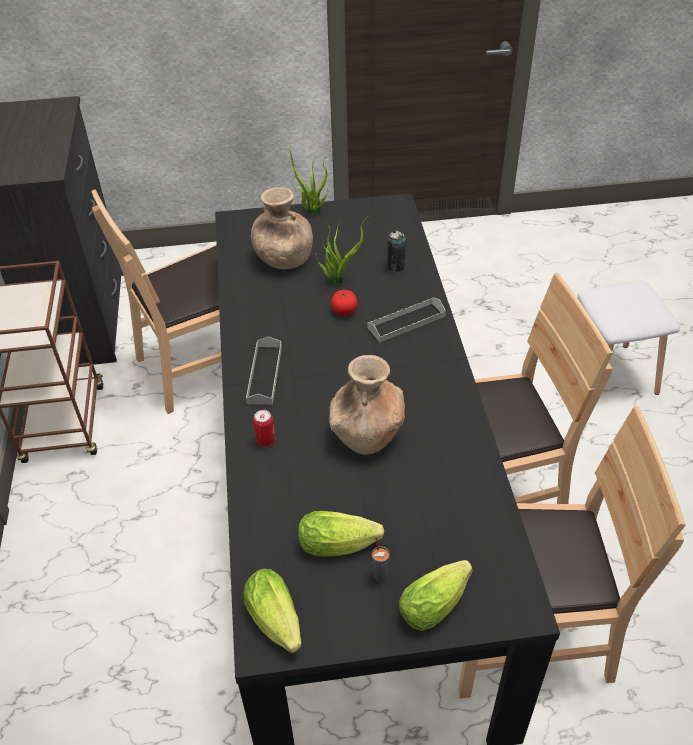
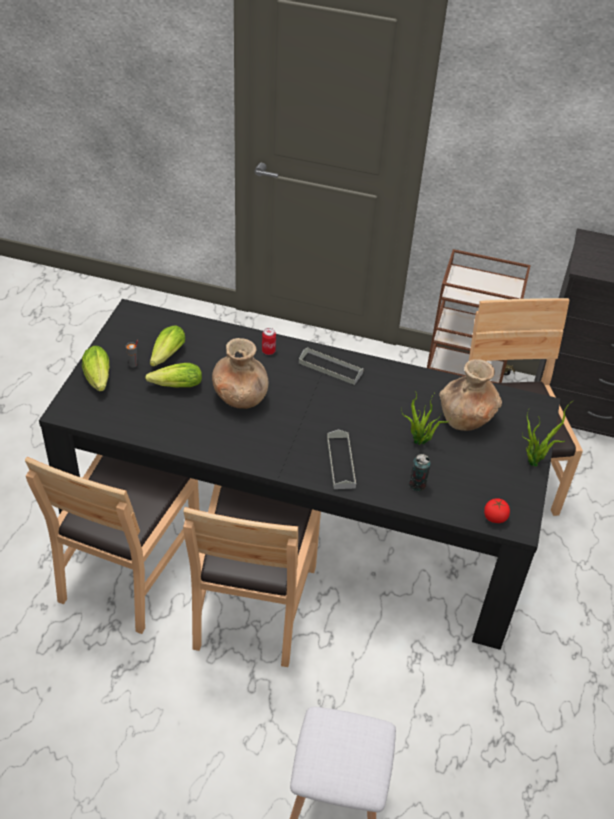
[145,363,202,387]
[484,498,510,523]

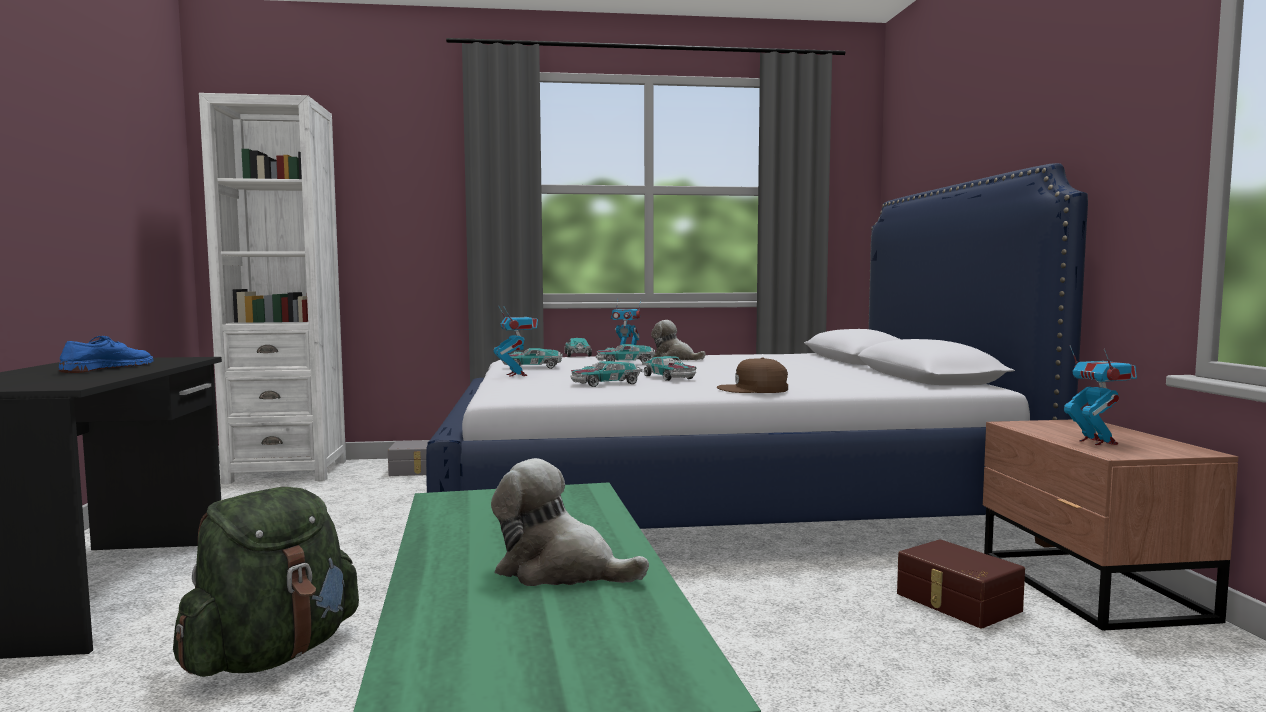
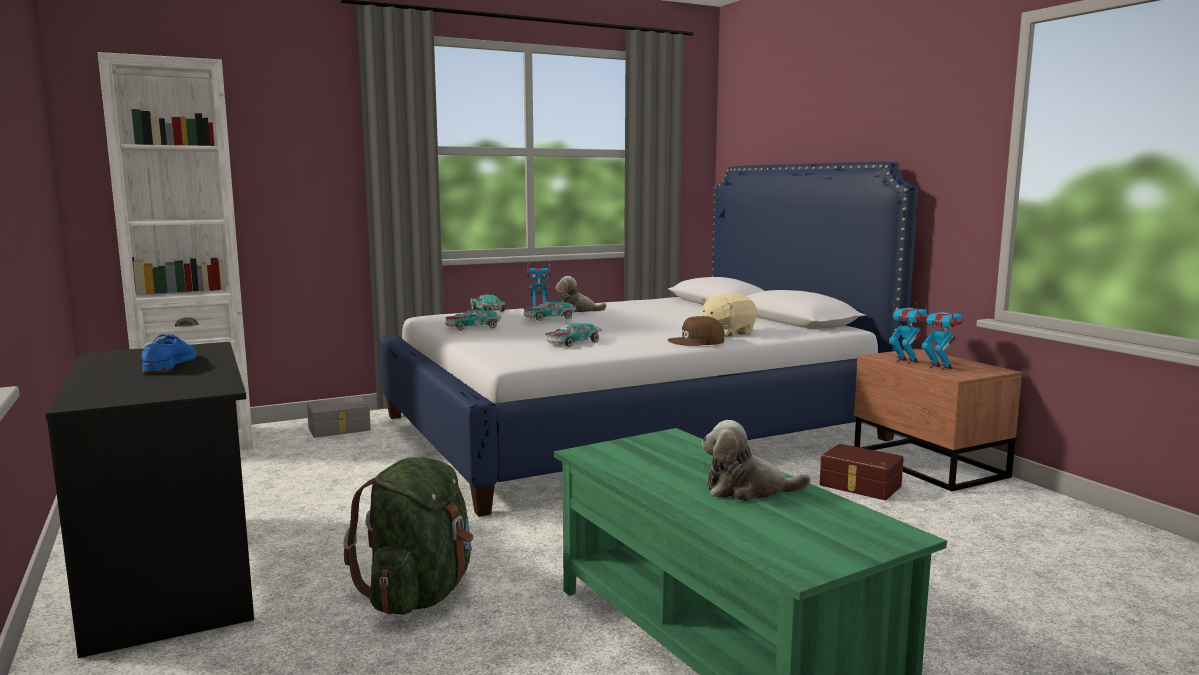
[889,300,927,364]
[642,356,696,381] (first image)
[702,293,757,337]

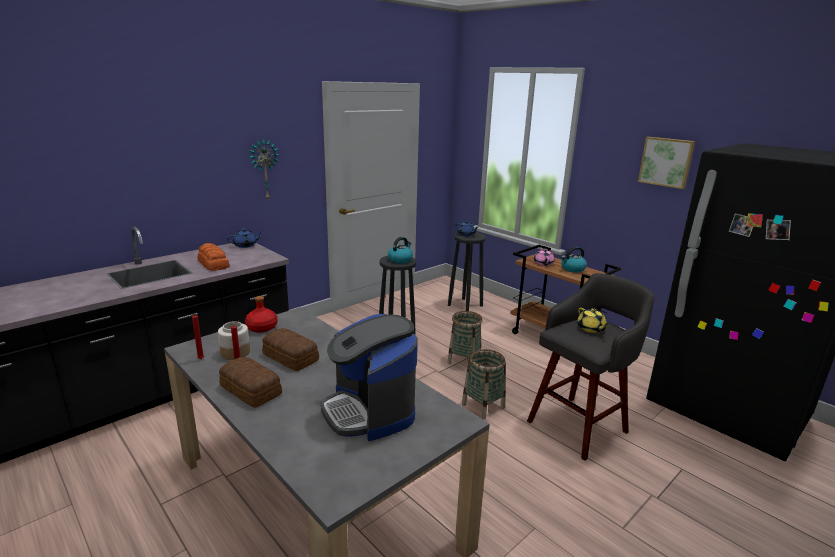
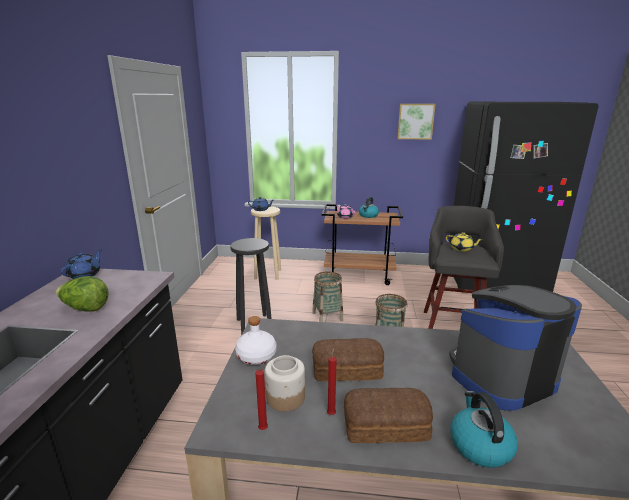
[56,276,109,312]
[235,316,277,365]
[248,139,279,199] (first image)
[449,285,582,411]
[450,391,518,468]
[251,206,281,280]

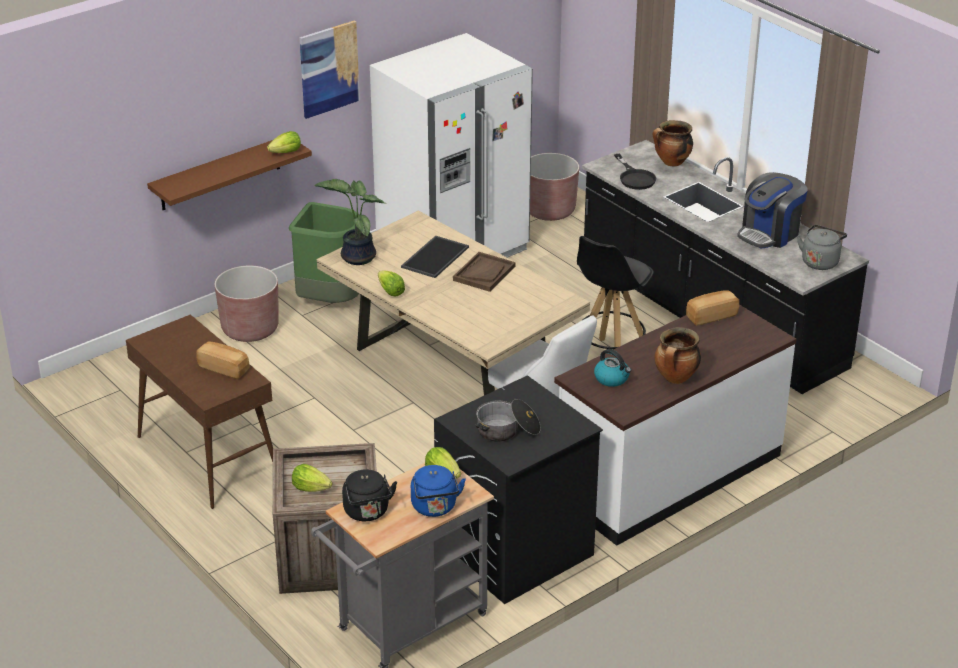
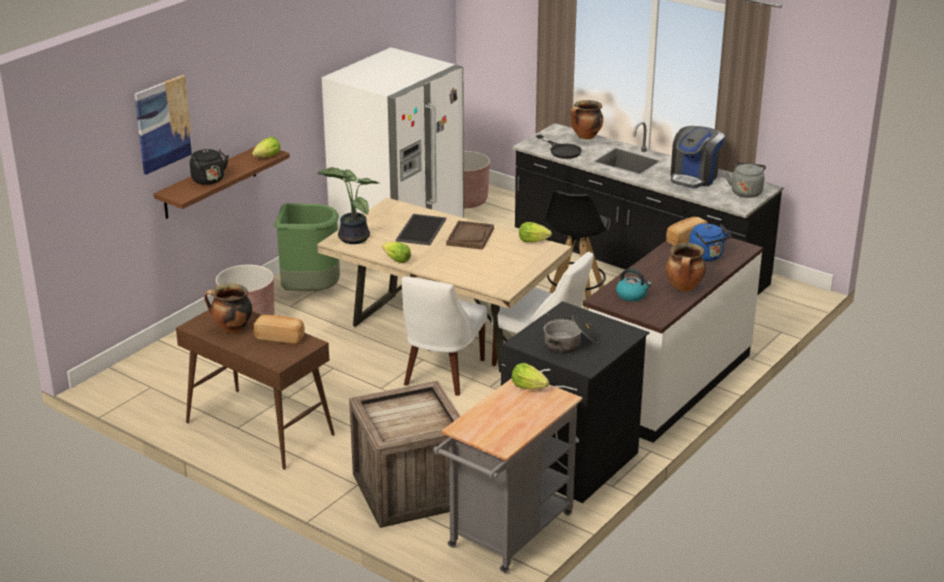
[519,222,552,243]
[134,75,193,175]
[190,149,229,185]
[689,224,732,261]
[204,283,252,333]
[402,276,487,396]

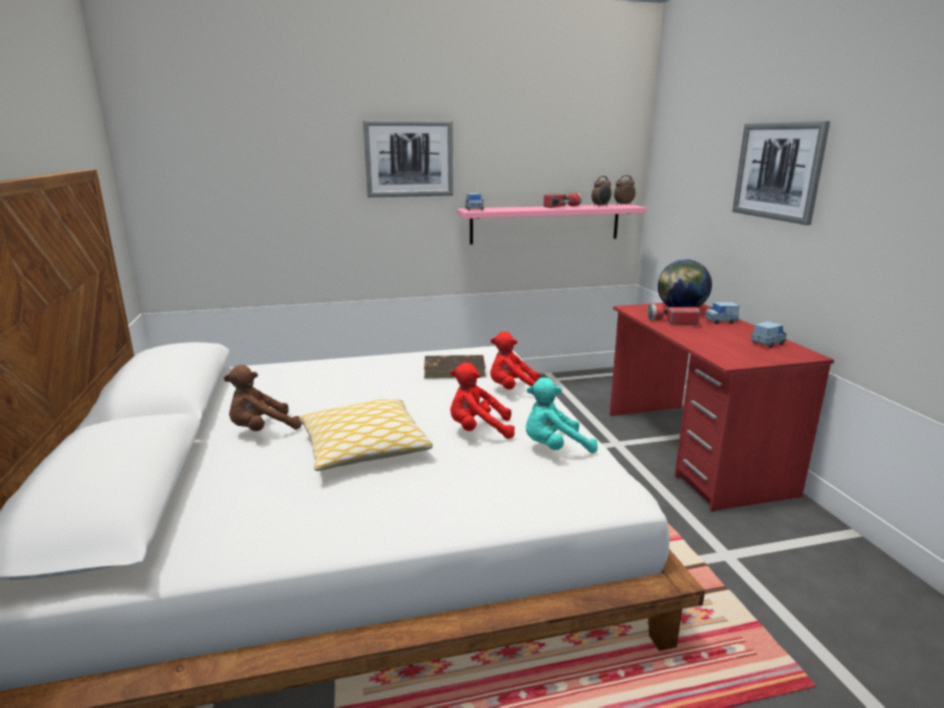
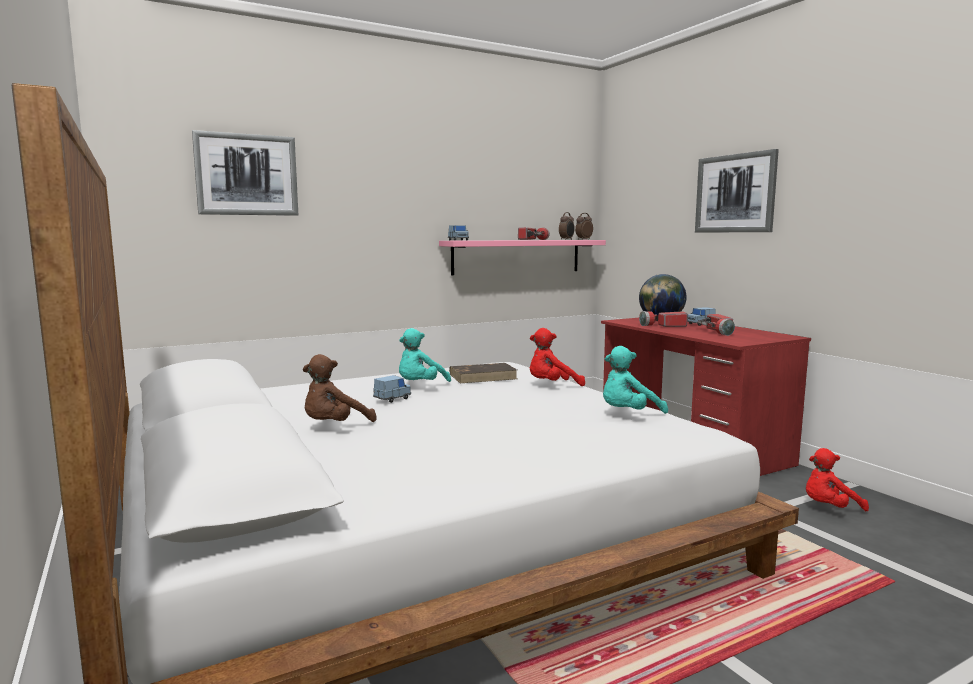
[299,399,433,471] (first image)
[192,130,298,216]
[806,448,869,511]
[373,375,411,403]
[399,328,451,382]
[698,314,735,336]

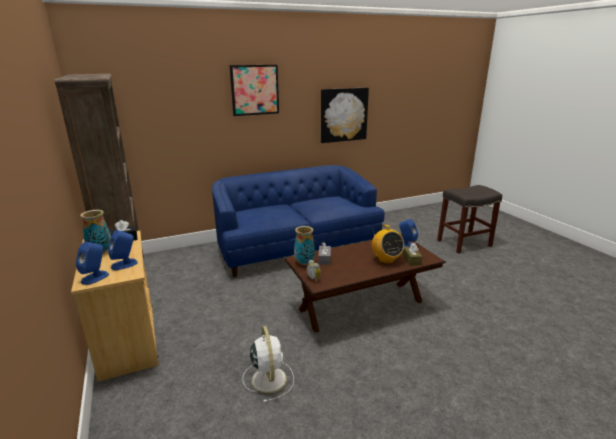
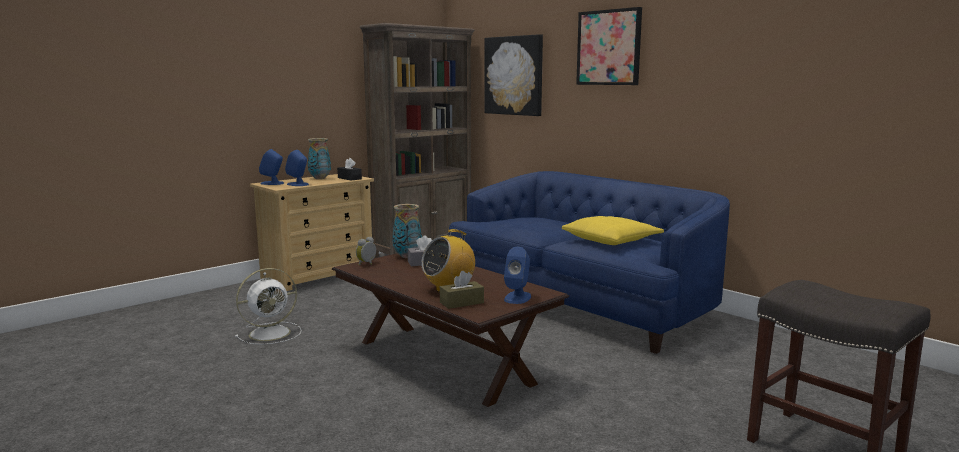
[484,34,543,116]
[562,216,664,245]

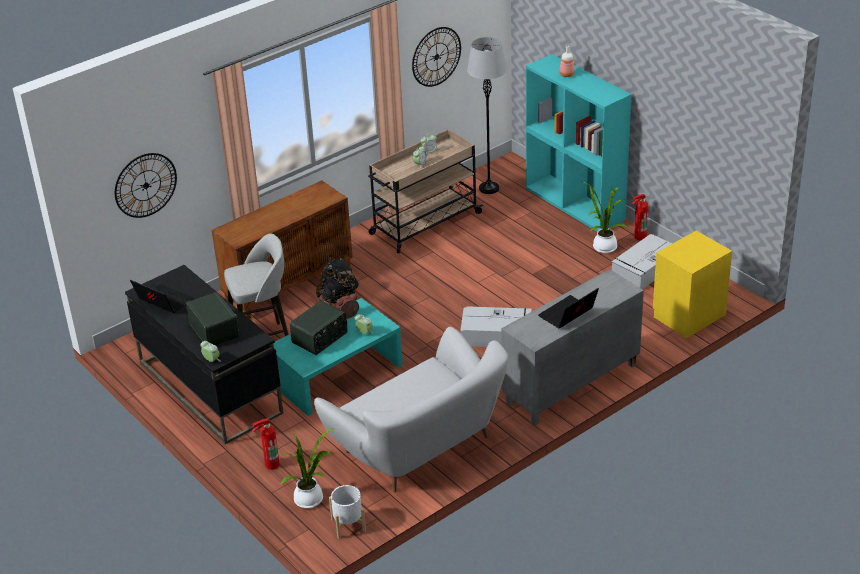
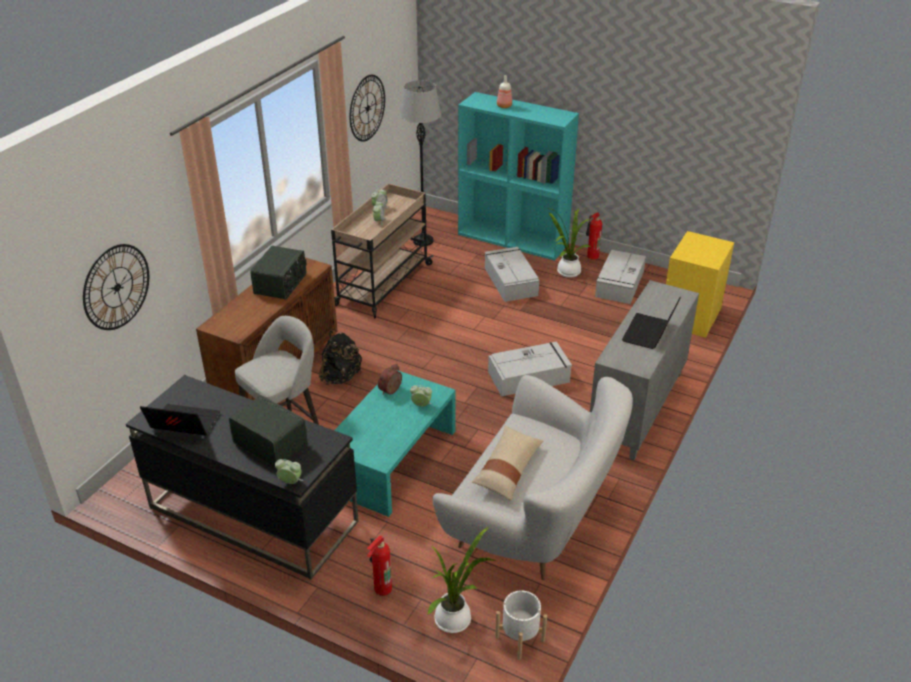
[250,246,307,299]
[471,425,543,501]
[485,247,539,302]

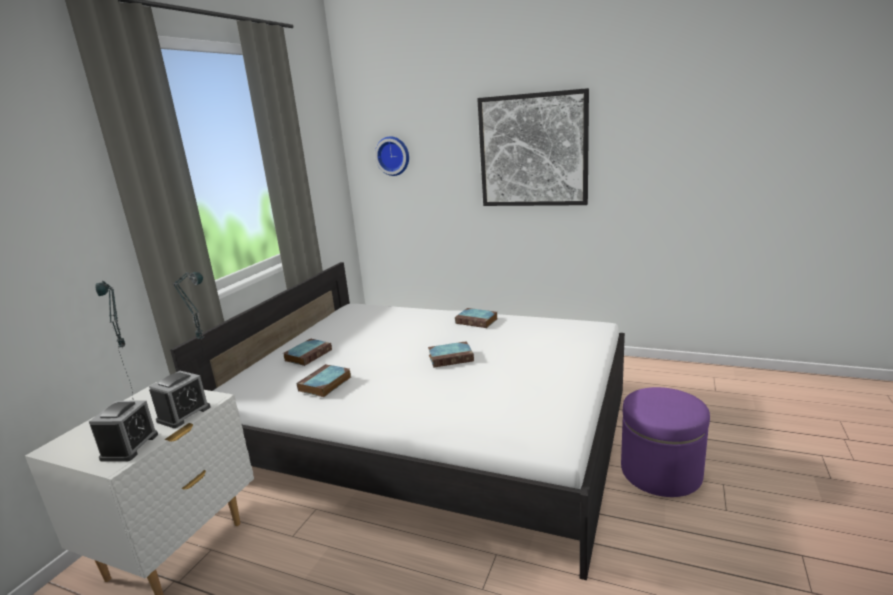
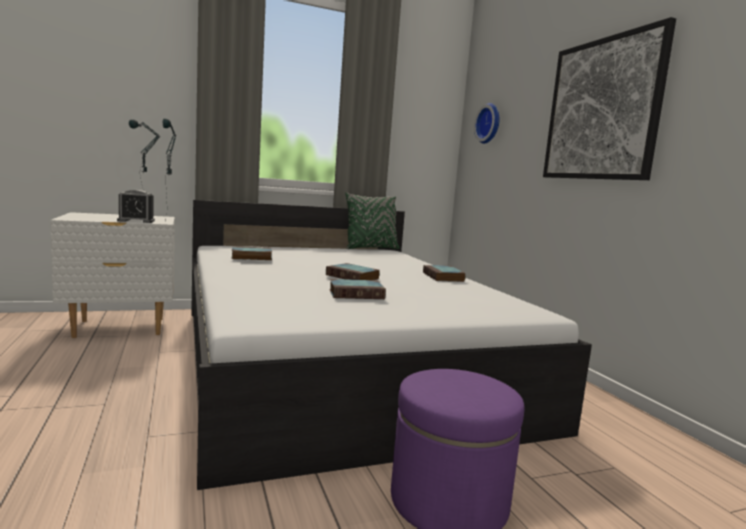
[89,400,158,462] (first image)
[329,279,386,299]
[345,192,400,249]

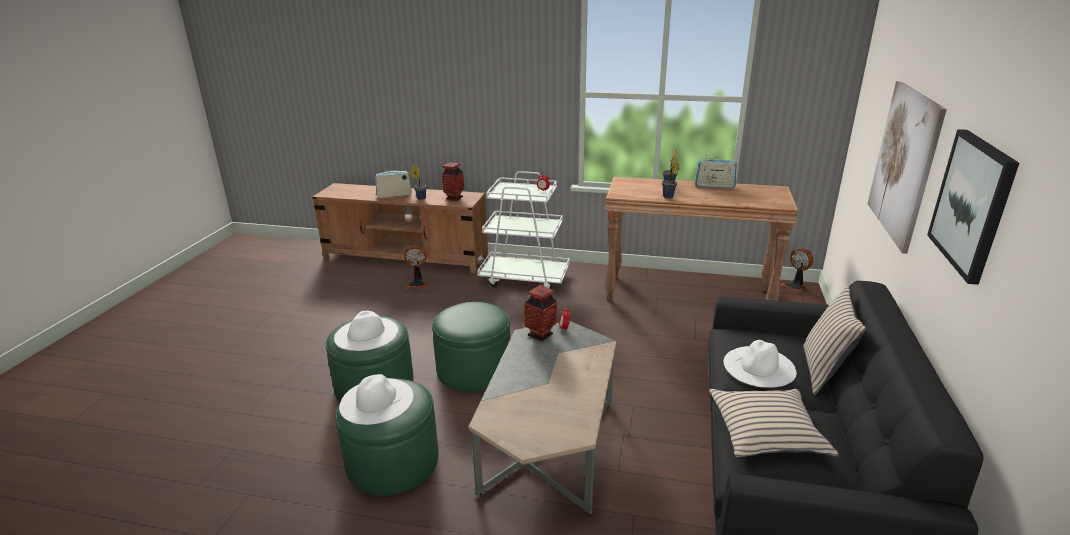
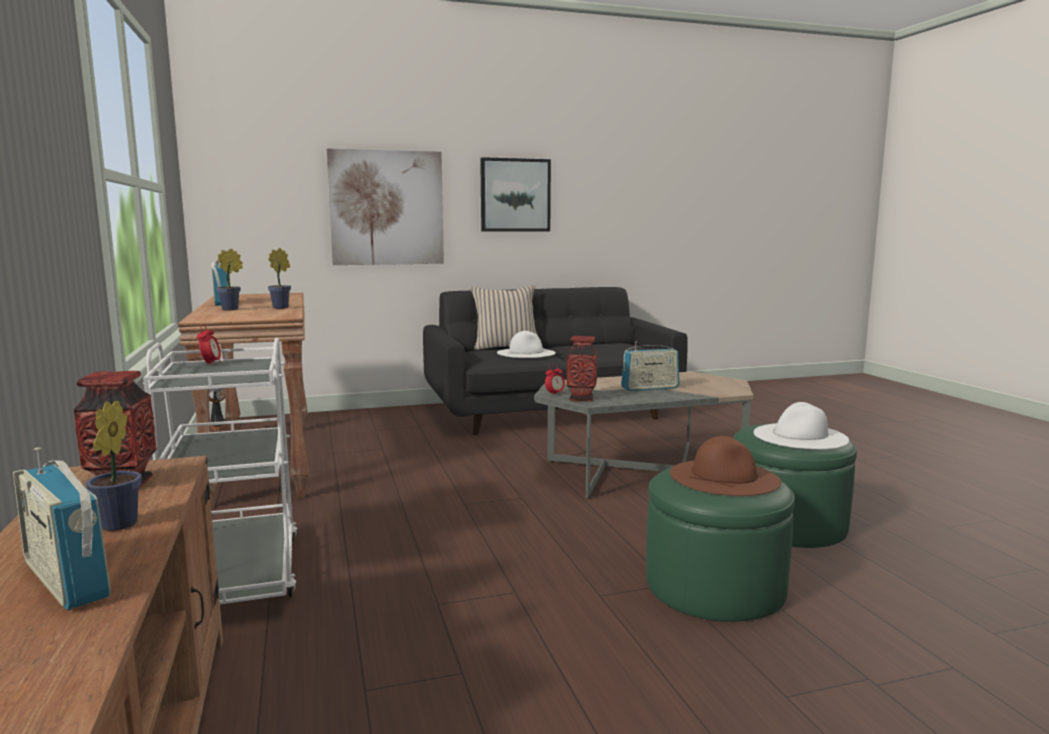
[670,436,781,496]
[404,246,429,289] (first image)
[432,302,511,392] (first image)
[709,389,839,457] (first image)
[621,341,679,391]

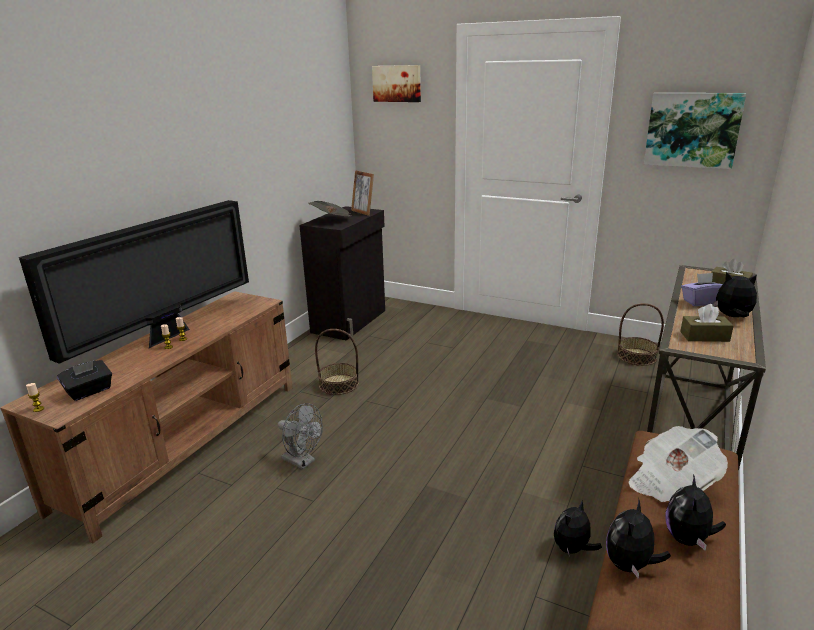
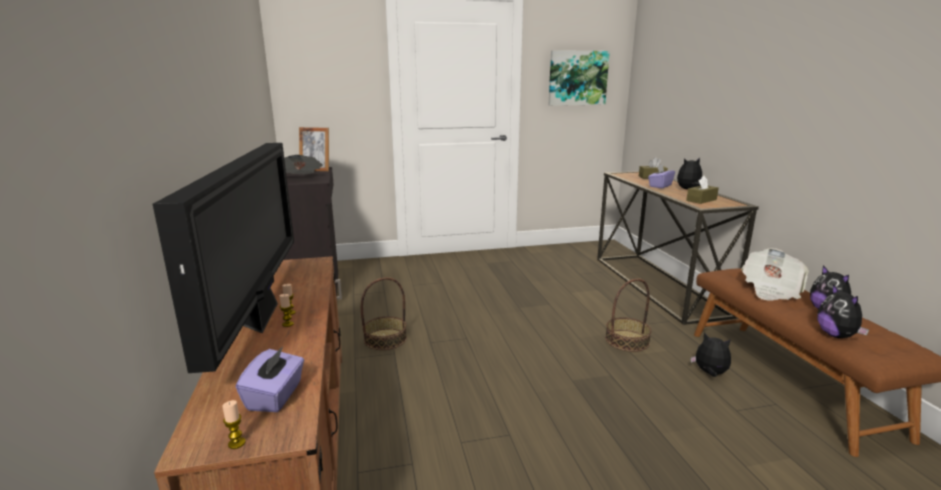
[236,346,304,412]
[278,403,323,469] (first image)
[372,65,421,102] (first image)
[690,332,731,377]
[605,278,652,352]

